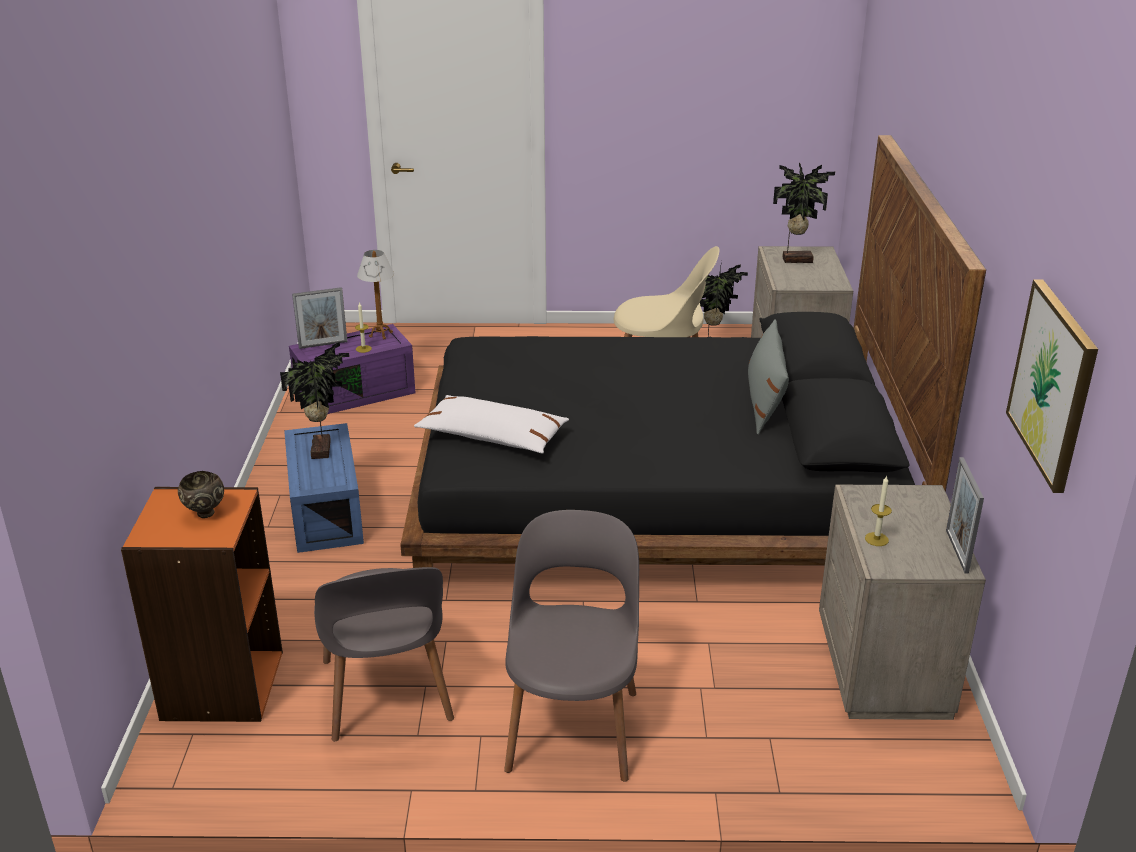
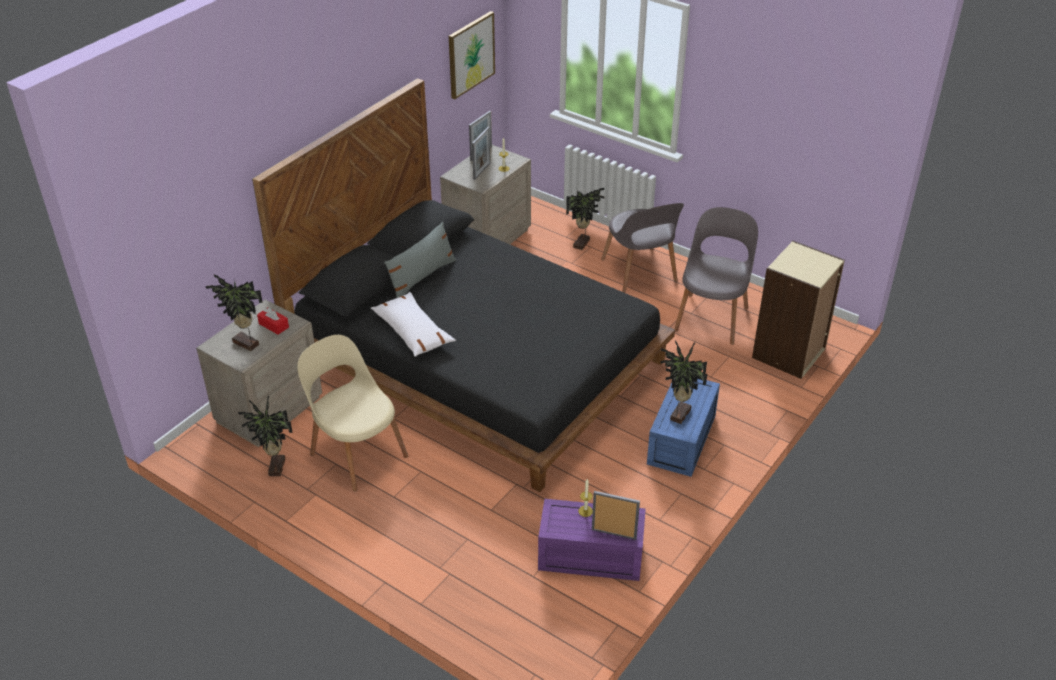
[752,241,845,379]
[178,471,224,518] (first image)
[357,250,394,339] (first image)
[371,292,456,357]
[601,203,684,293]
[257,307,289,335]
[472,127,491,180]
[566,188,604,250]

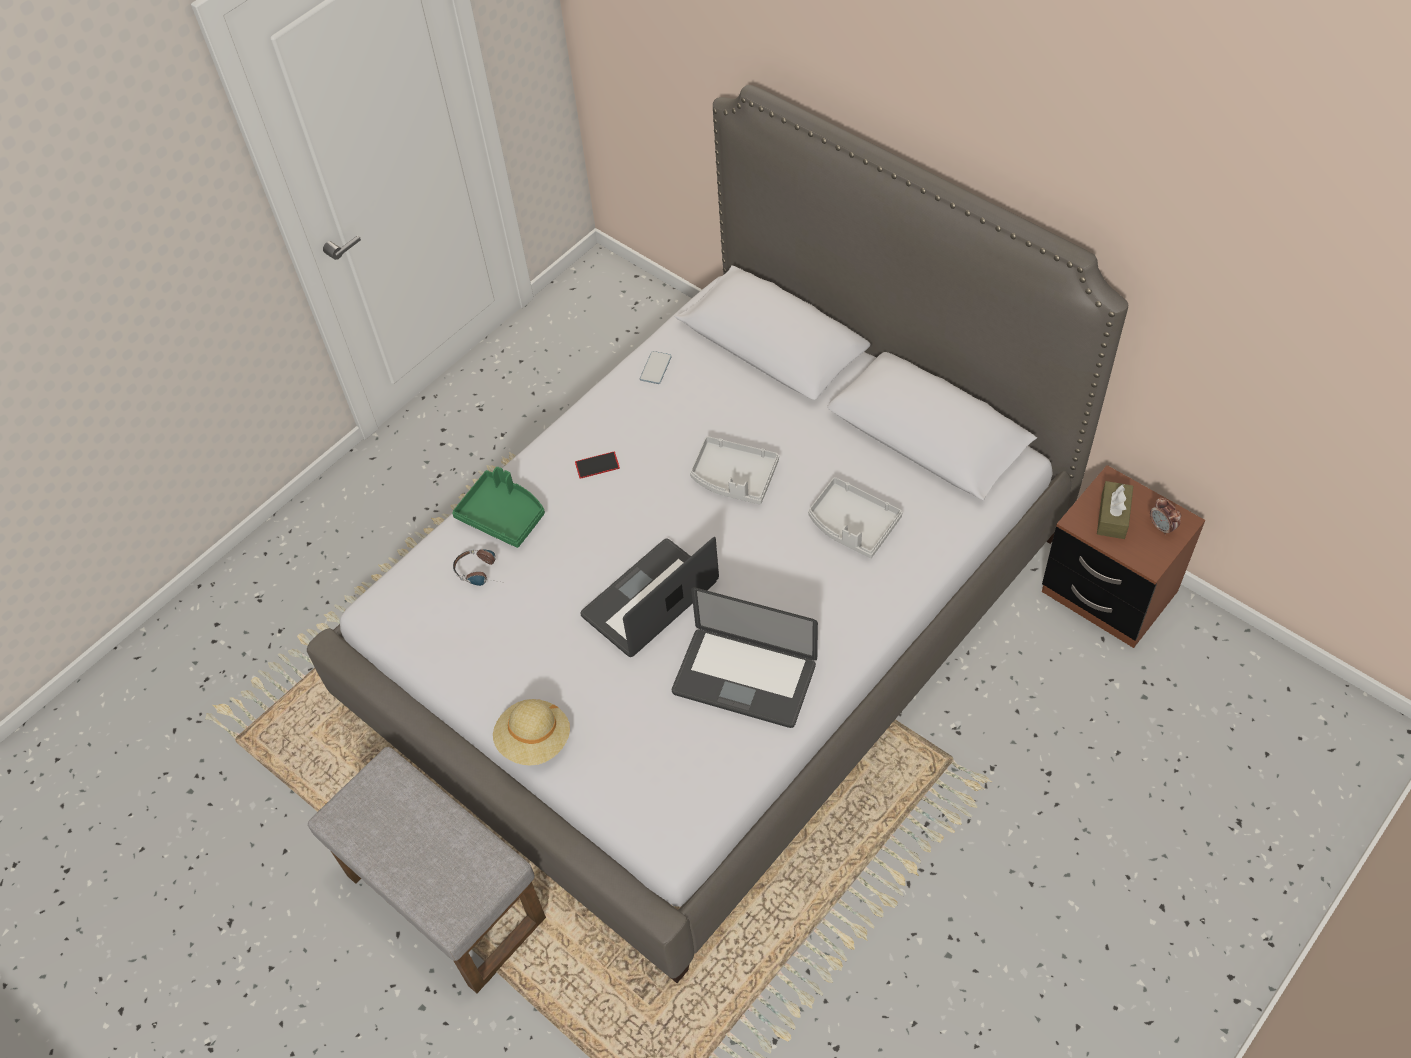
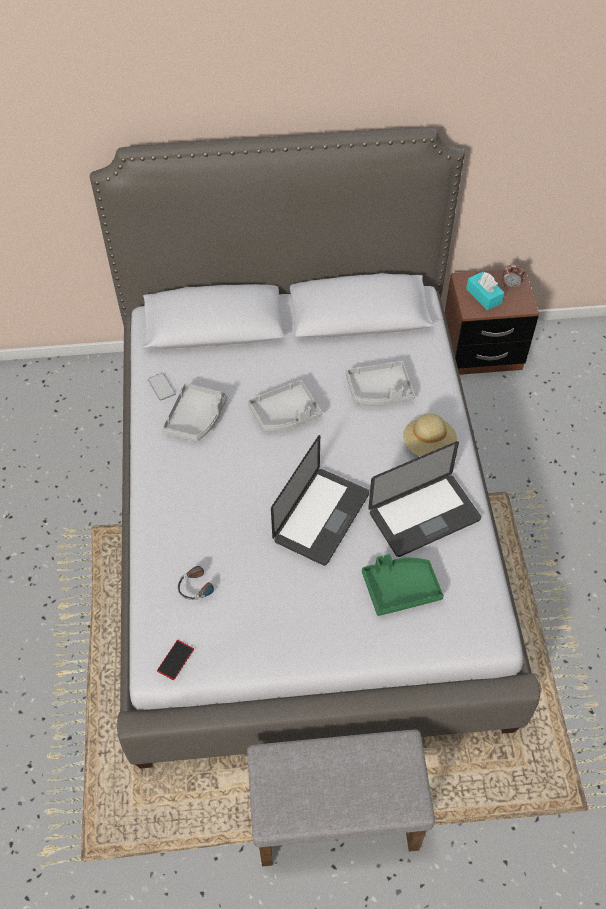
[362,554,444,616]
[403,414,457,457]
[157,640,194,680]
[271,435,369,566]
[466,272,504,310]
[162,383,227,441]

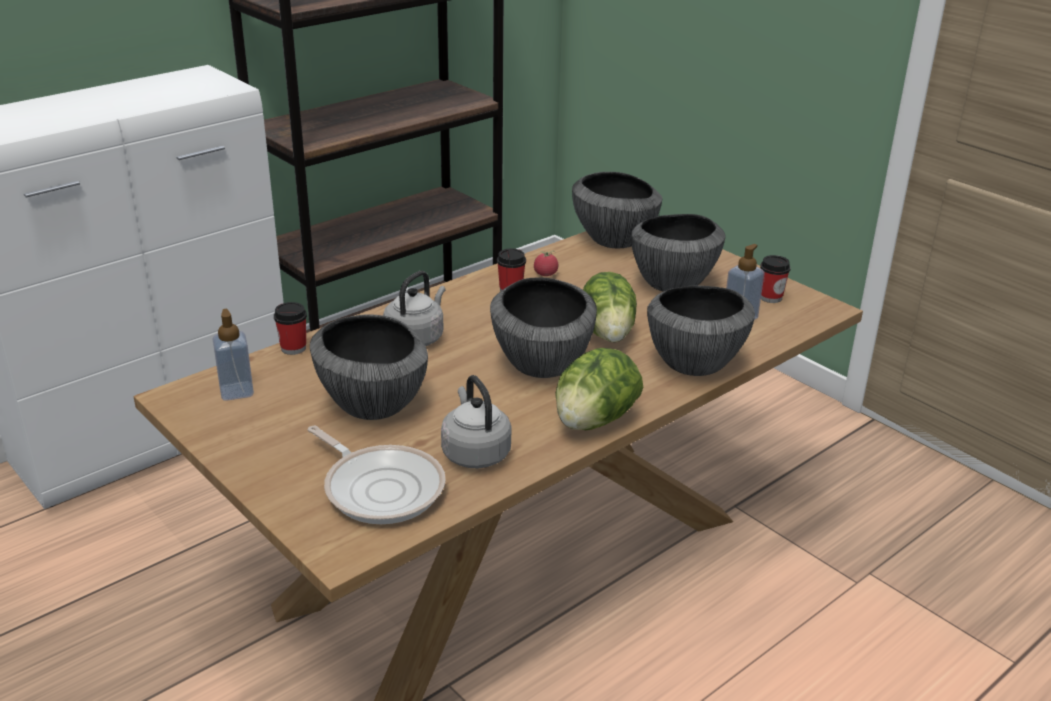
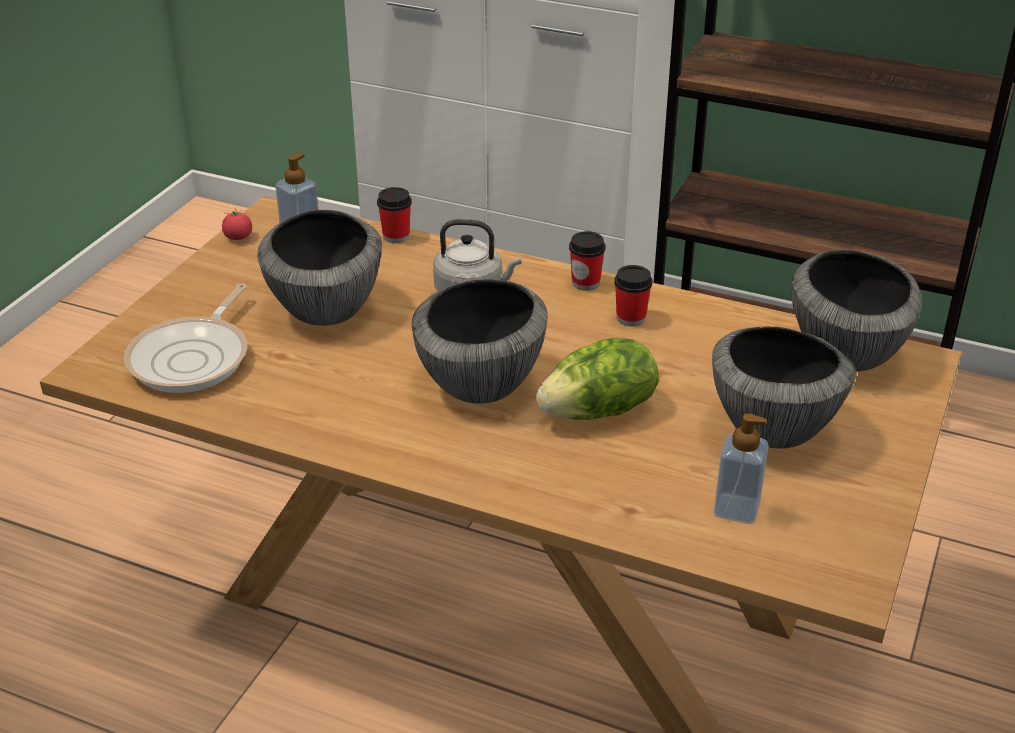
[441,375,511,468] (first image)
[222,208,252,240]
[555,348,643,430] (first image)
[647,285,755,376] (first image)
[569,231,606,291]

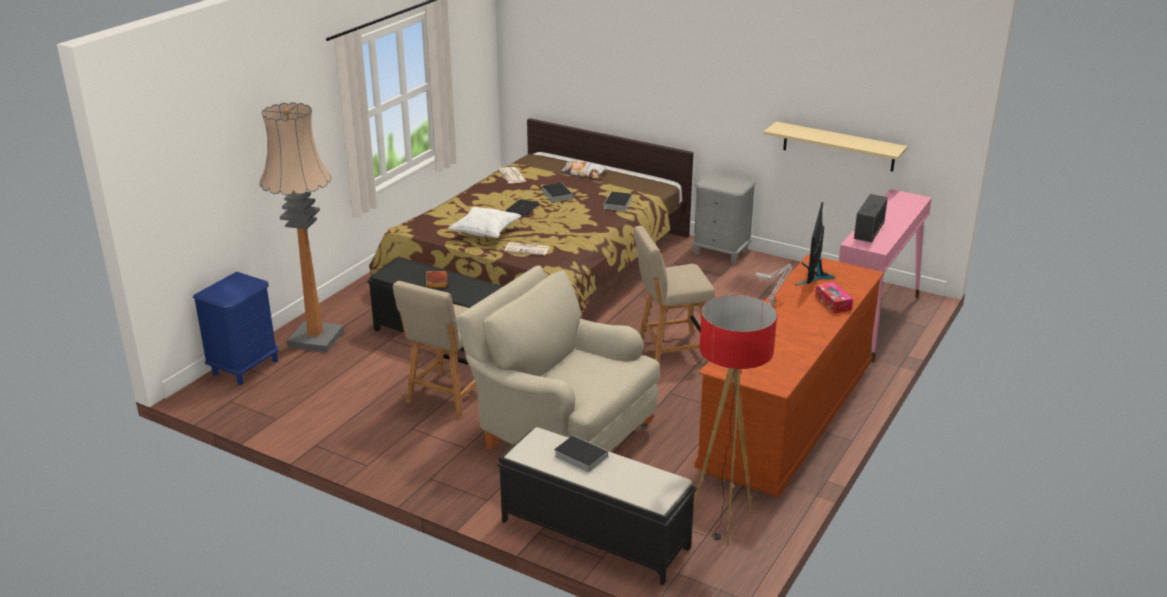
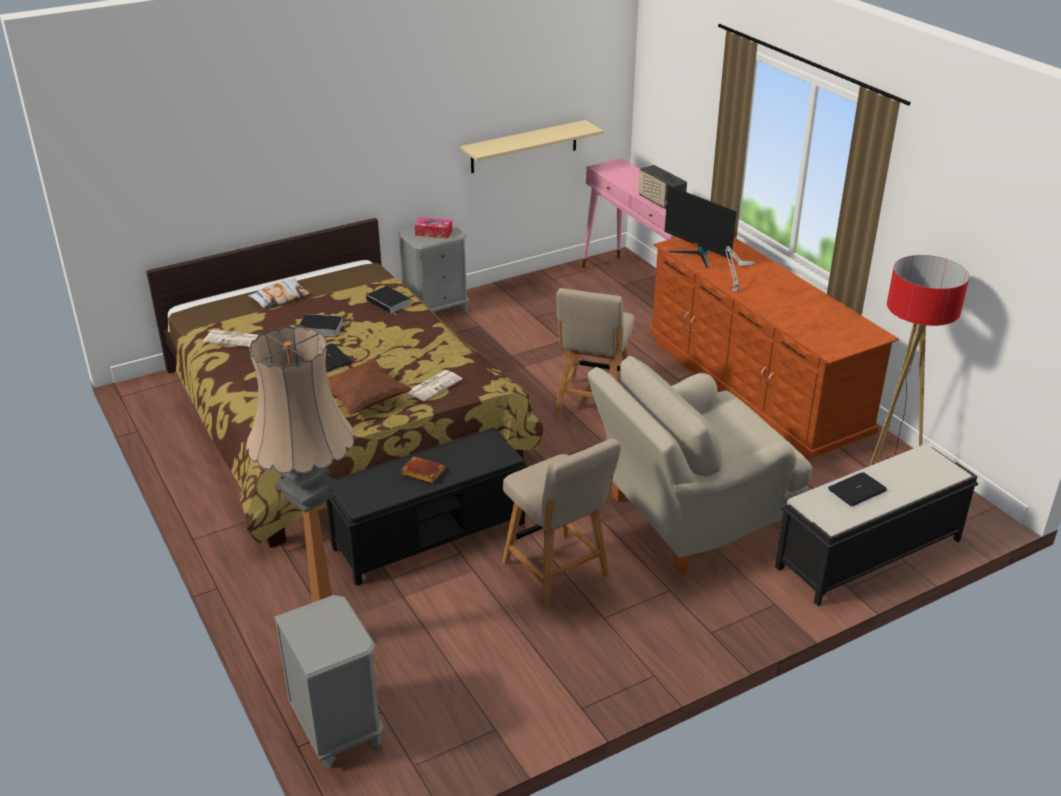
[274,595,384,769]
[327,359,412,415]
[828,472,887,506]
[415,218,452,239]

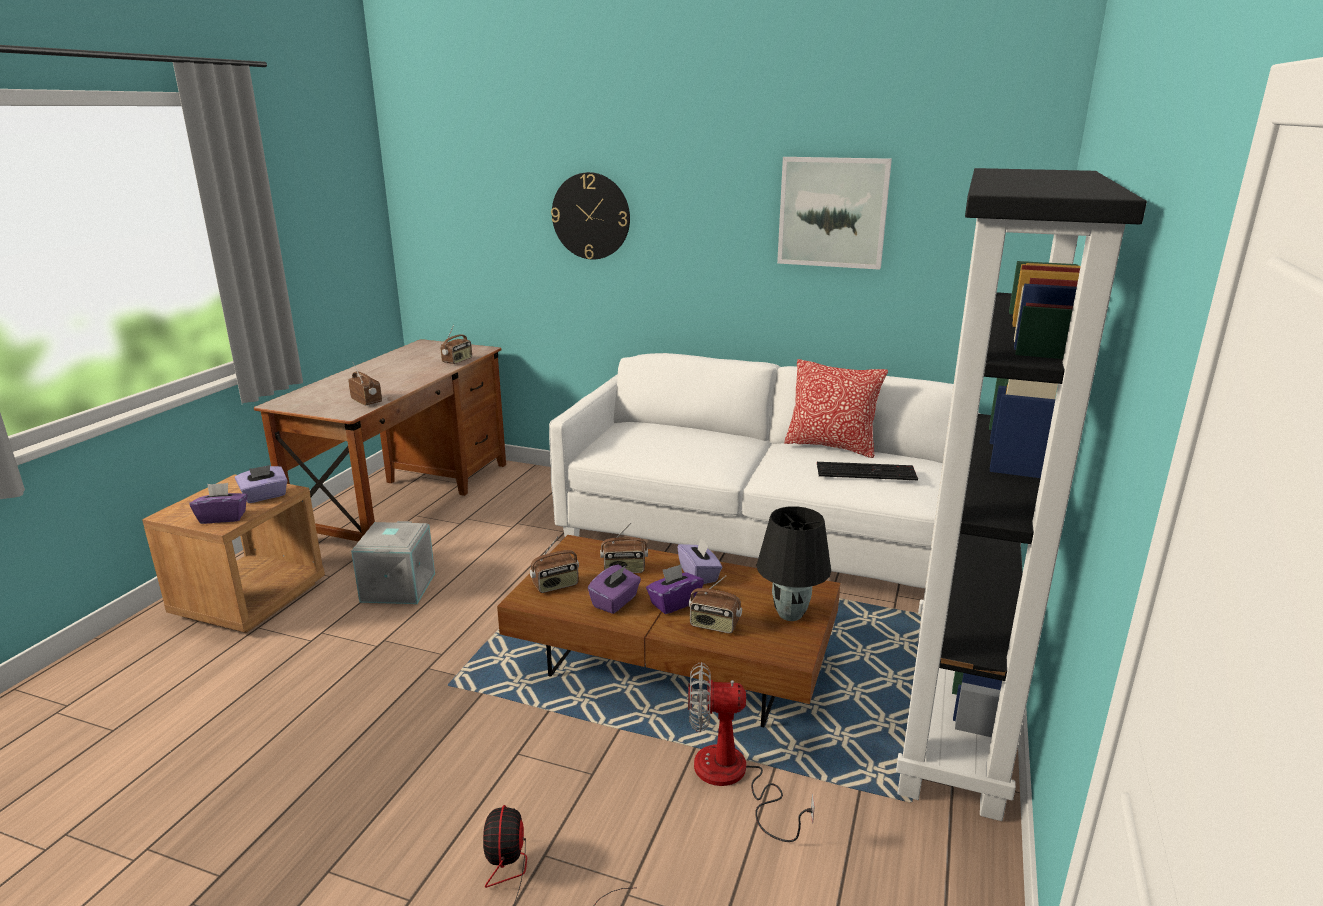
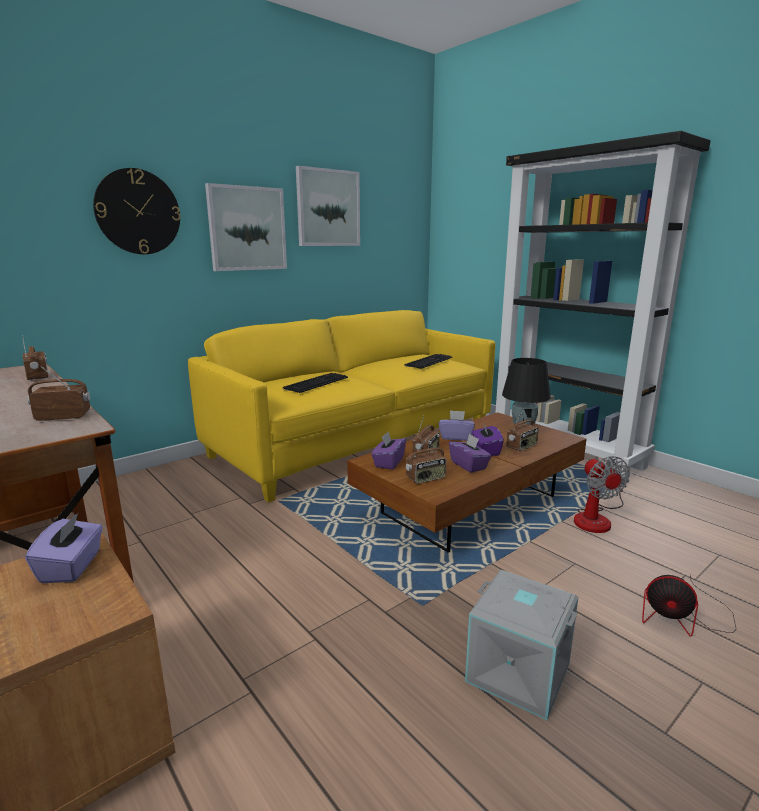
[371,431,406,470]
[465,570,578,720]
[406,435,446,484]
[188,310,495,503]
[574,456,630,533]
[784,359,888,458] (first image)
[205,183,287,271]
[283,373,348,393]

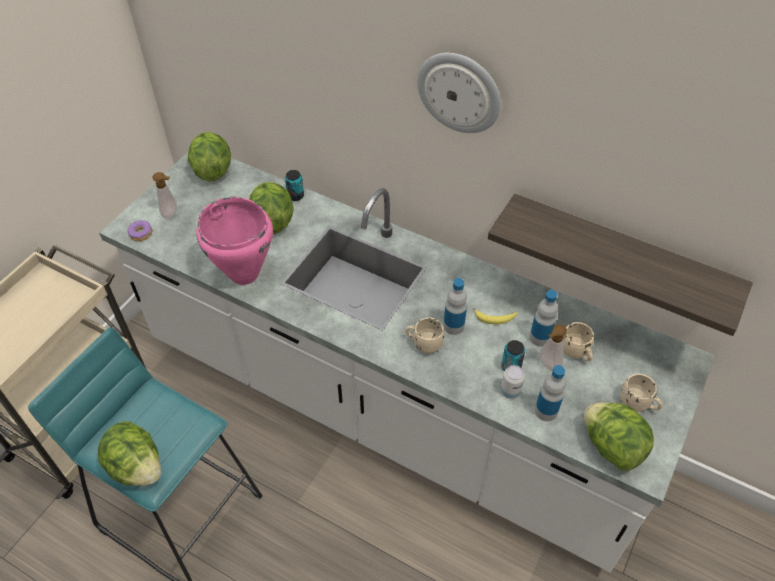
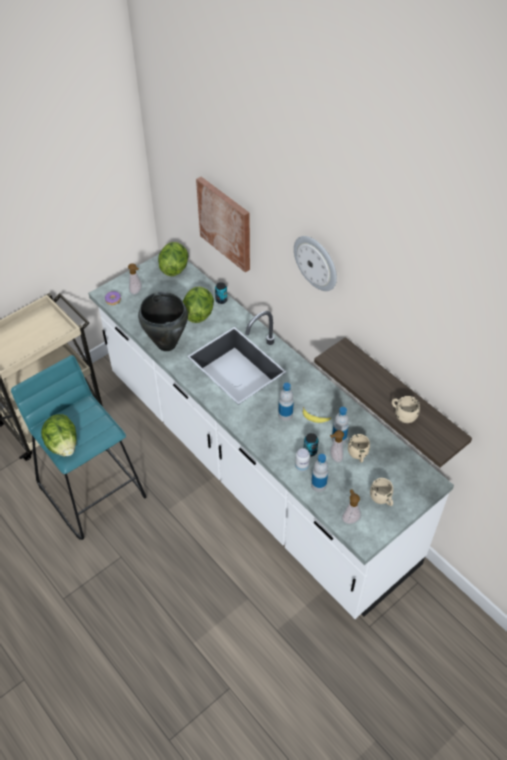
[138,292,188,351]
[392,396,420,423]
[341,489,361,524]
[196,177,250,272]

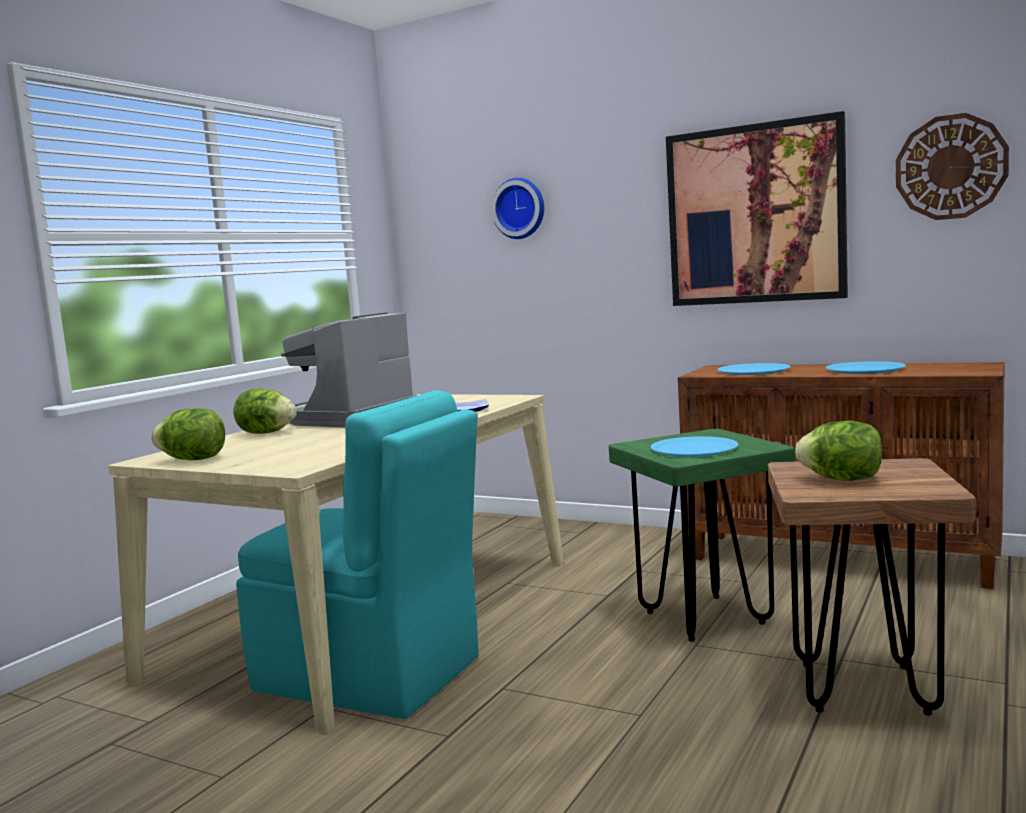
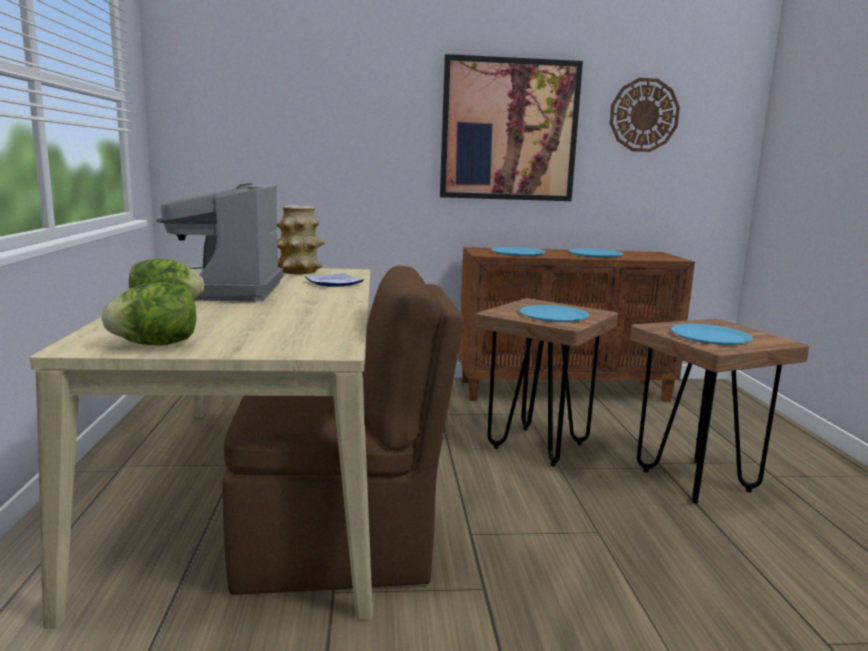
[223,266,464,595]
[491,178,544,239] (first image)
[476,298,618,466]
[671,324,753,345]
[277,205,325,274]

